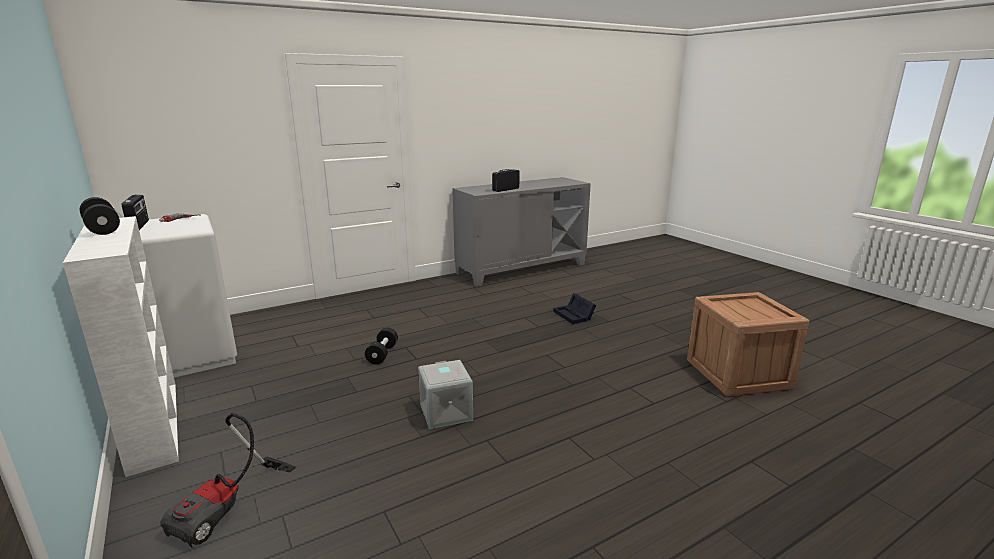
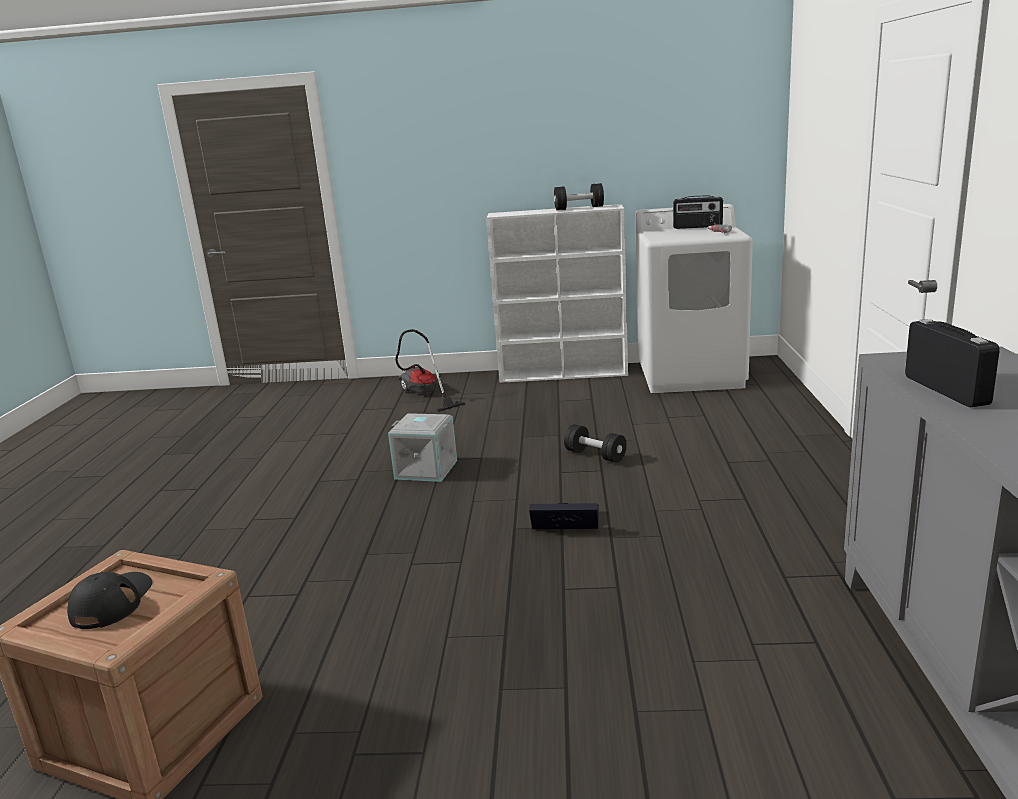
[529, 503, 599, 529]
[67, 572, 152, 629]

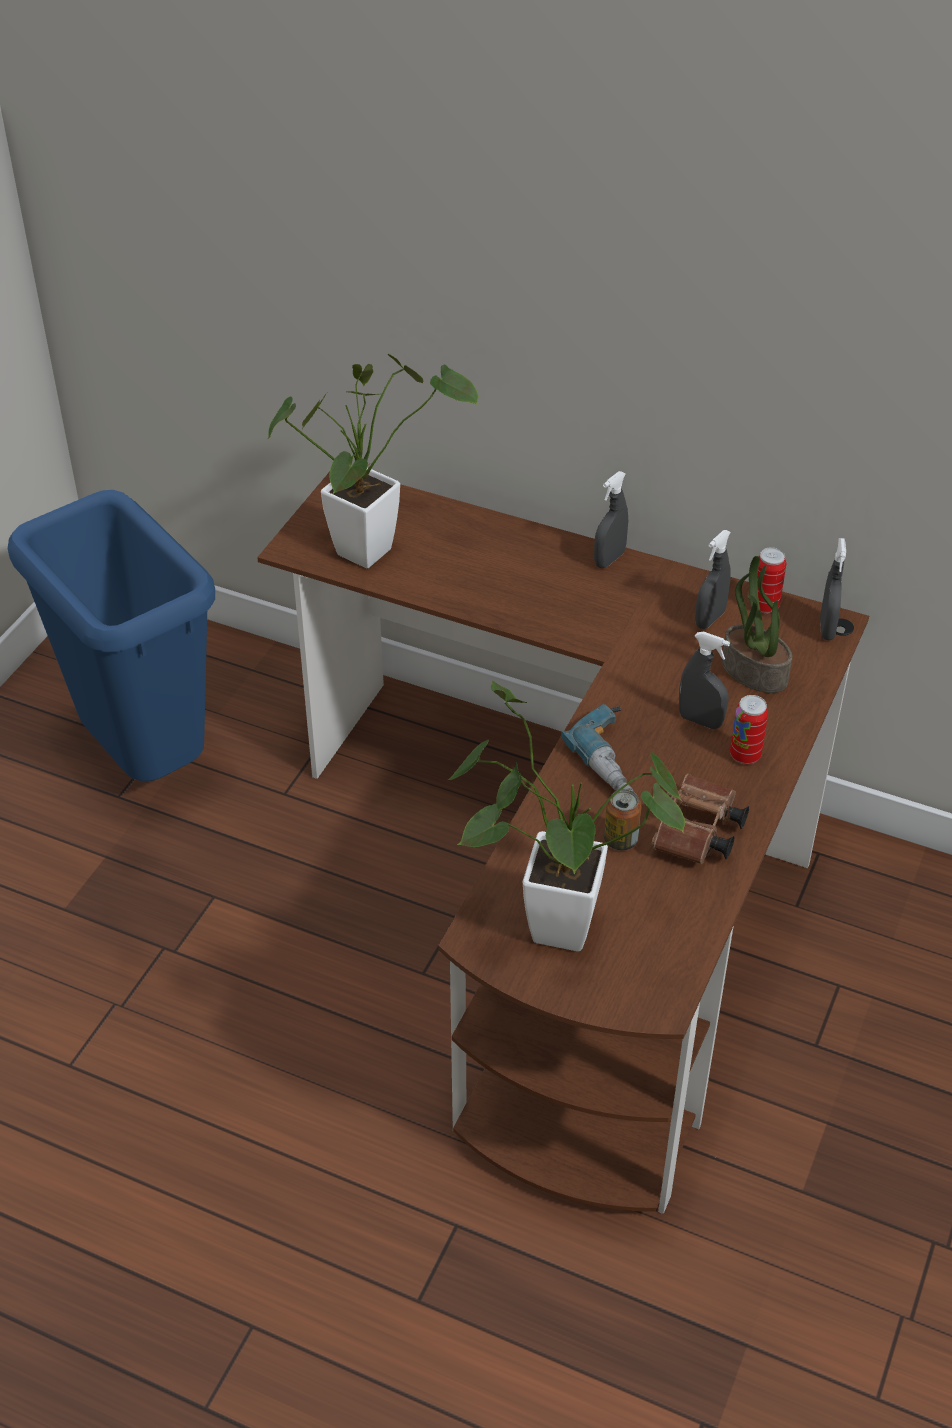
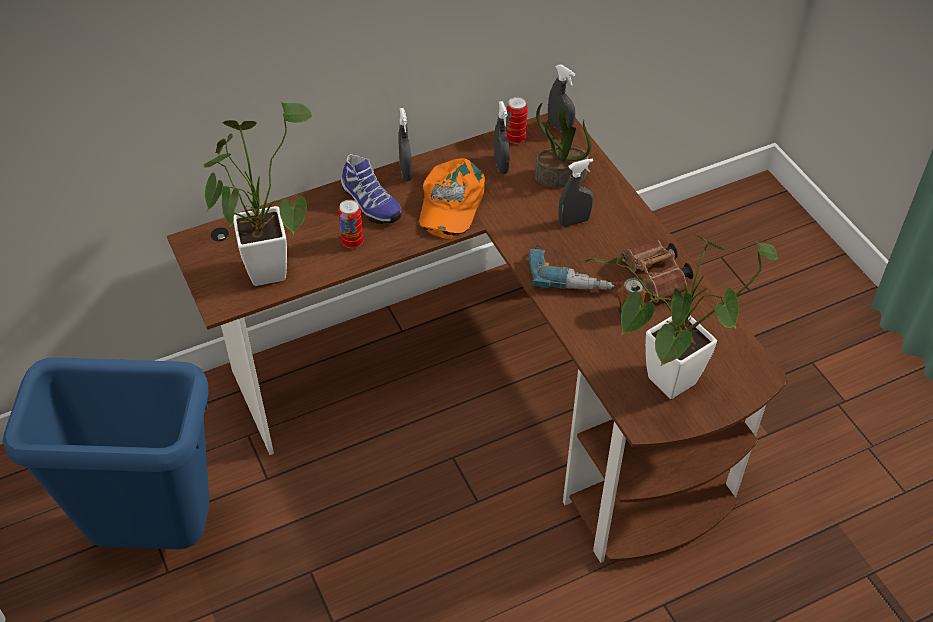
[338, 200, 364, 248]
[341, 154, 402, 224]
[419, 158, 485, 239]

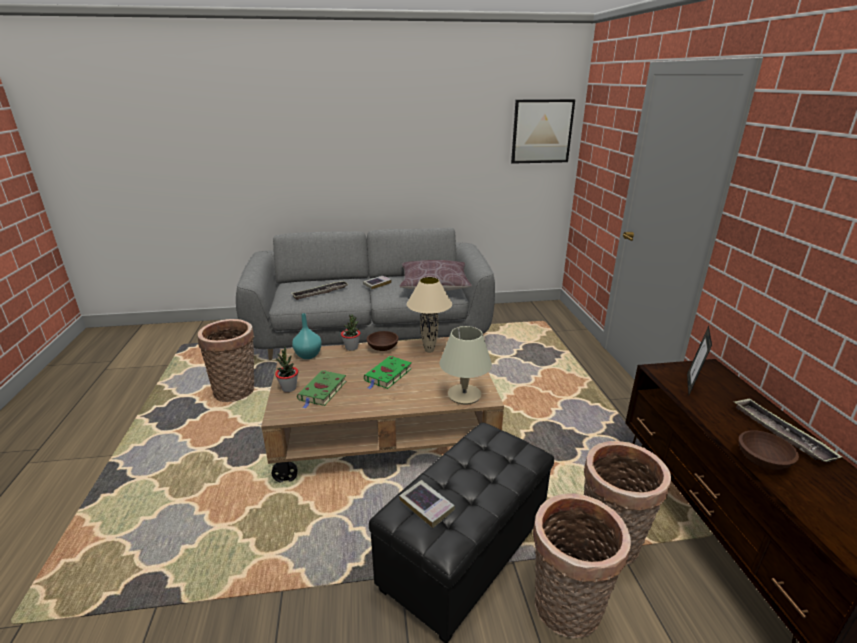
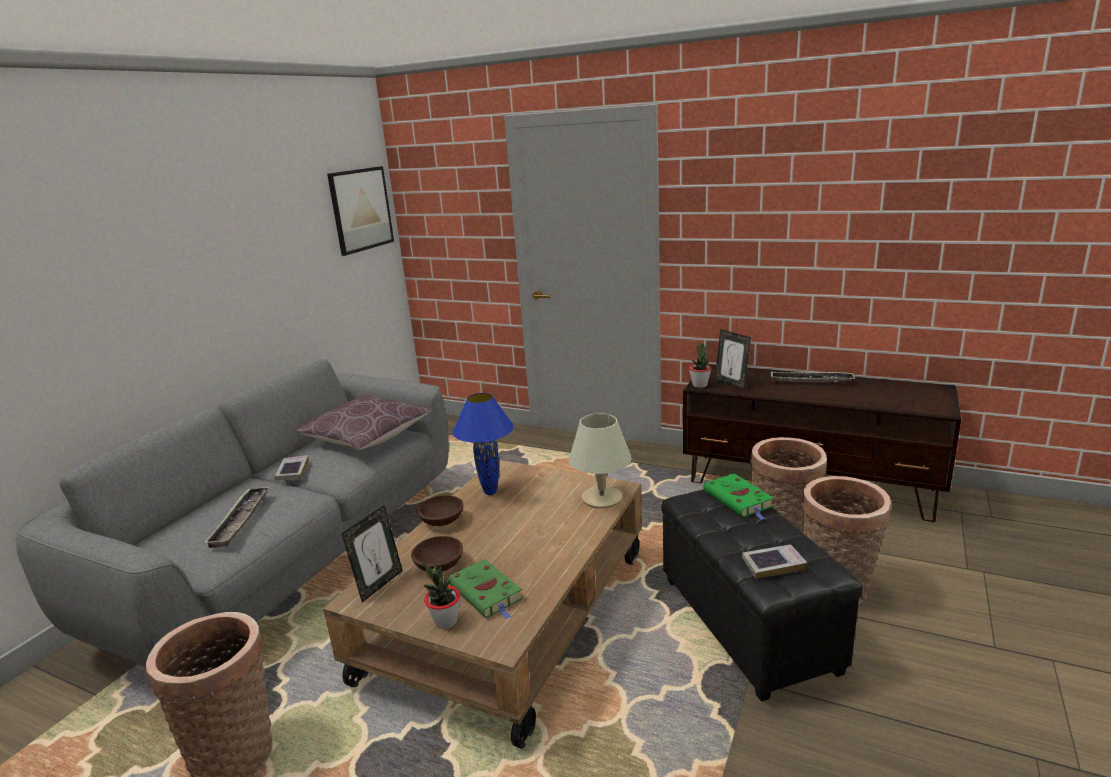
[452, 393, 514, 495]
[341, 505, 403, 603]
[689, 342, 712, 388]
[703, 473, 774, 520]
[411, 536, 463, 572]

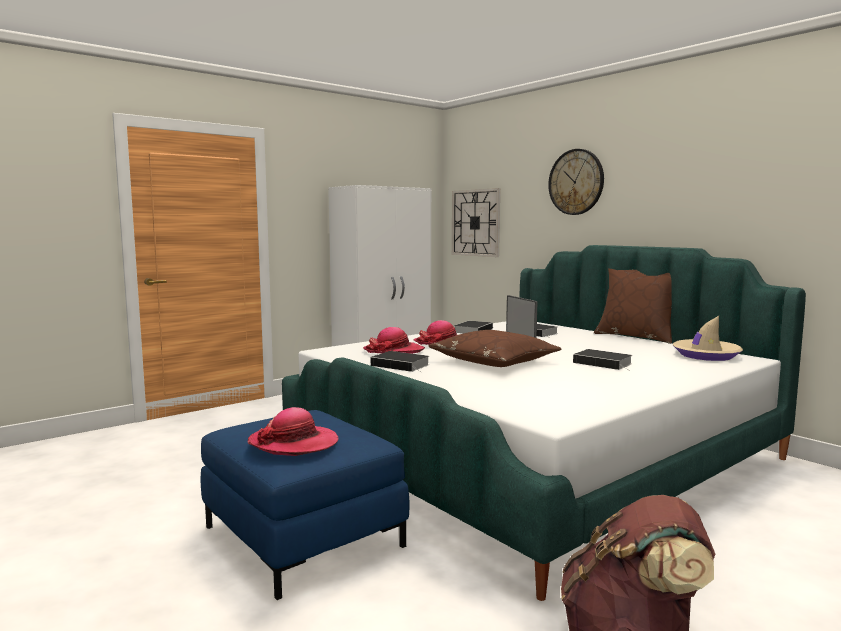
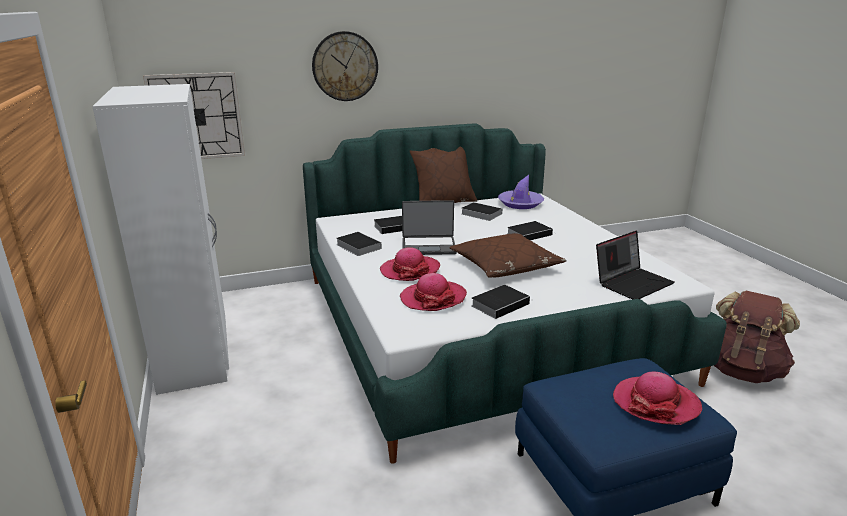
[498, 175, 544, 209]
[462, 202, 502, 221]
[596, 230, 675, 299]

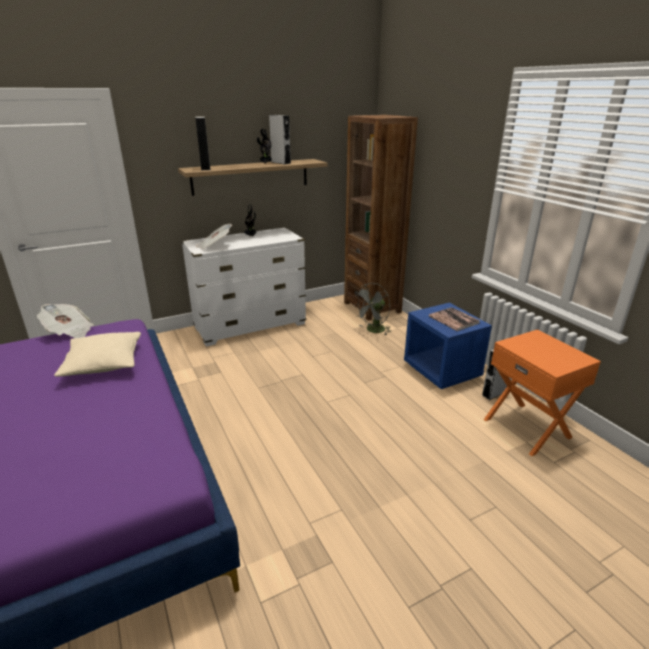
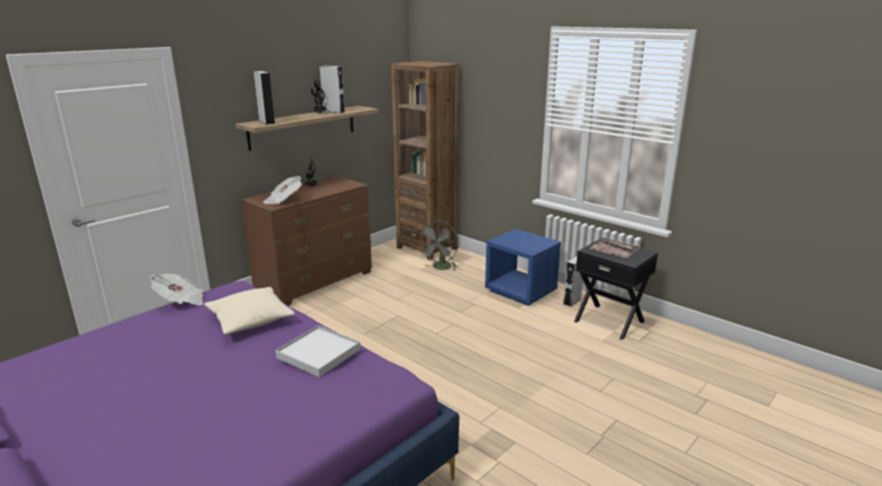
[241, 176, 372, 306]
[590, 238, 639, 259]
[574, 237, 658, 340]
[276, 325, 361, 377]

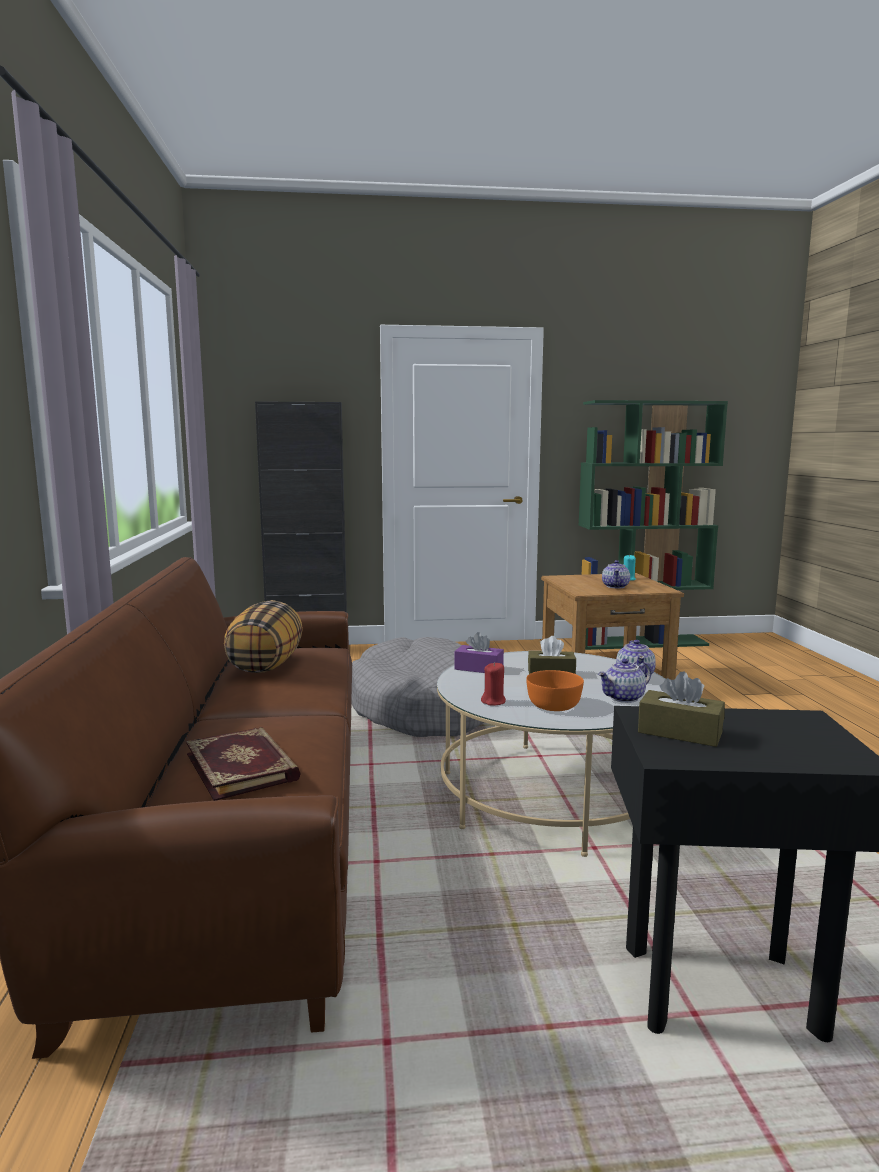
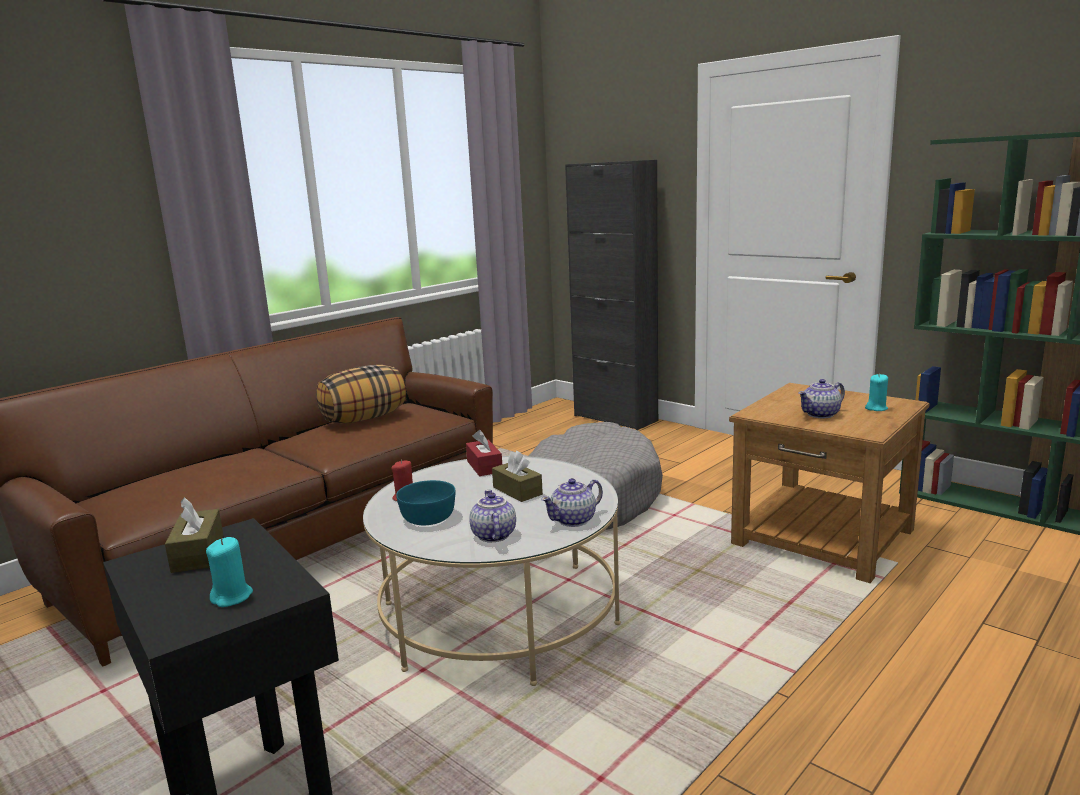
[466, 430, 502, 476]
[469, 490, 516, 542]
[396, 480, 455, 525]
[186, 727, 301, 801] (first image)
[206, 537, 253, 607]

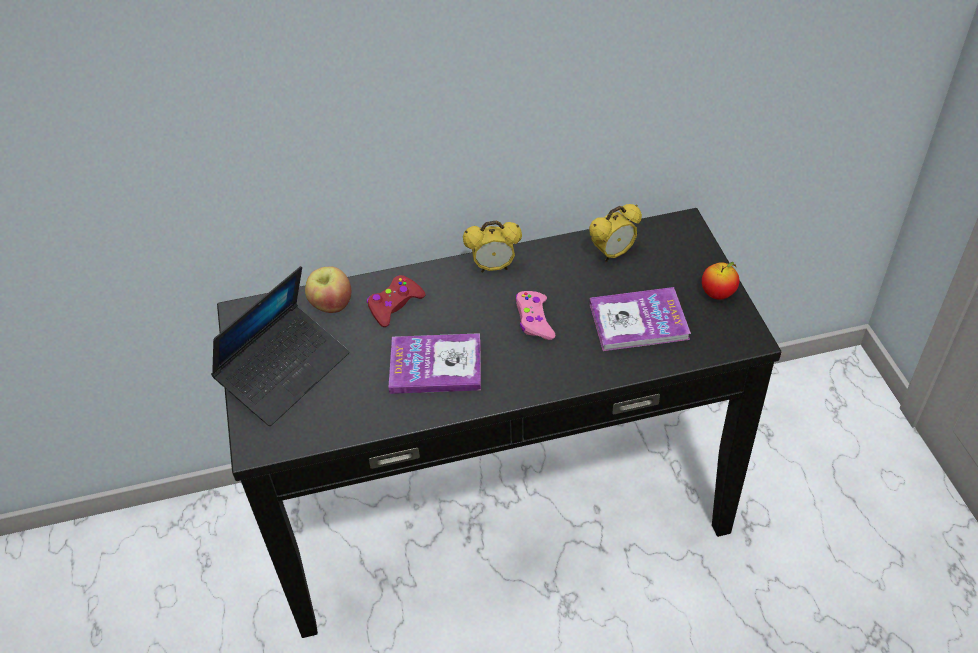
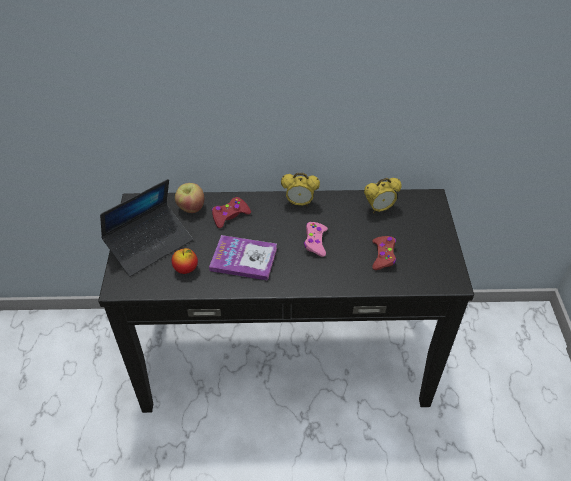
[172, 248, 198, 274]
[372, 236, 396, 270]

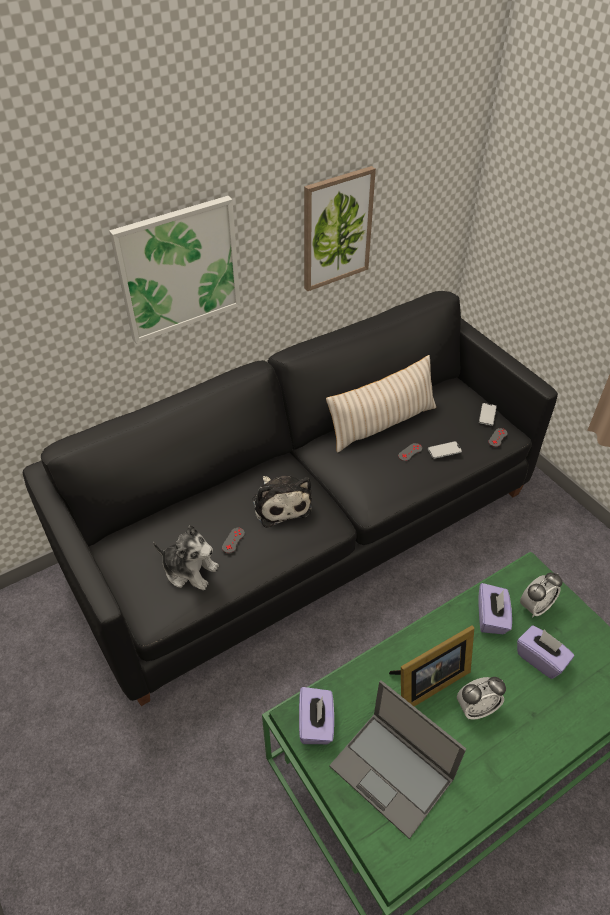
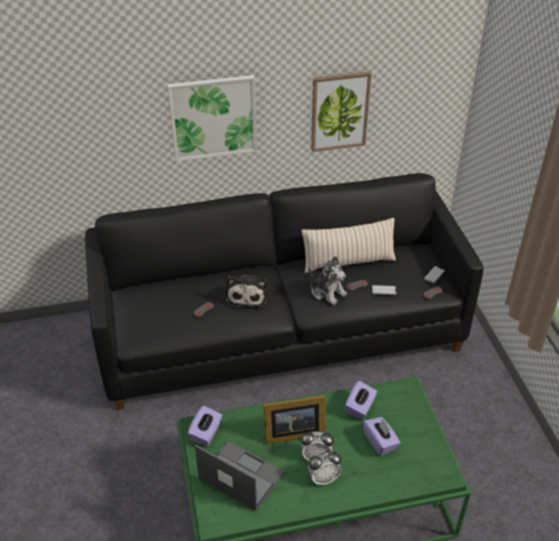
[308, 256, 347, 305]
[308, 452, 341, 485]
[195, 441, 285, 511]

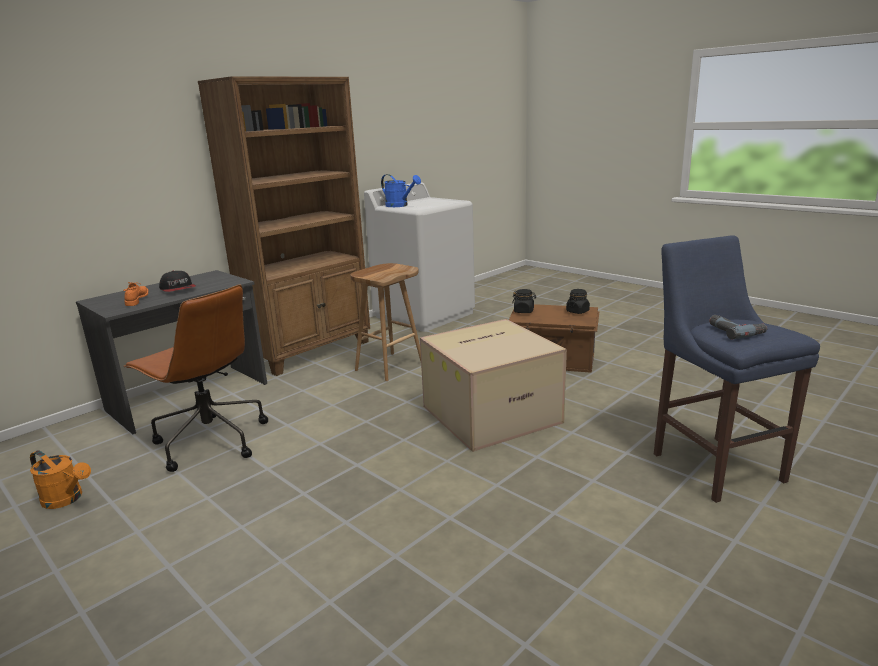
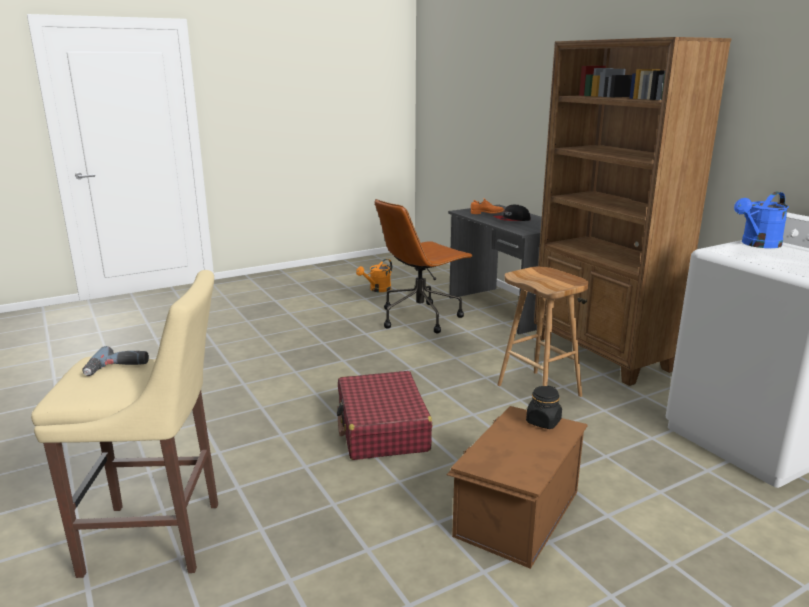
[31, 270, 218, 578]
[566, 289, 590, 314] (first image)
[337, 371, 432, 460]

